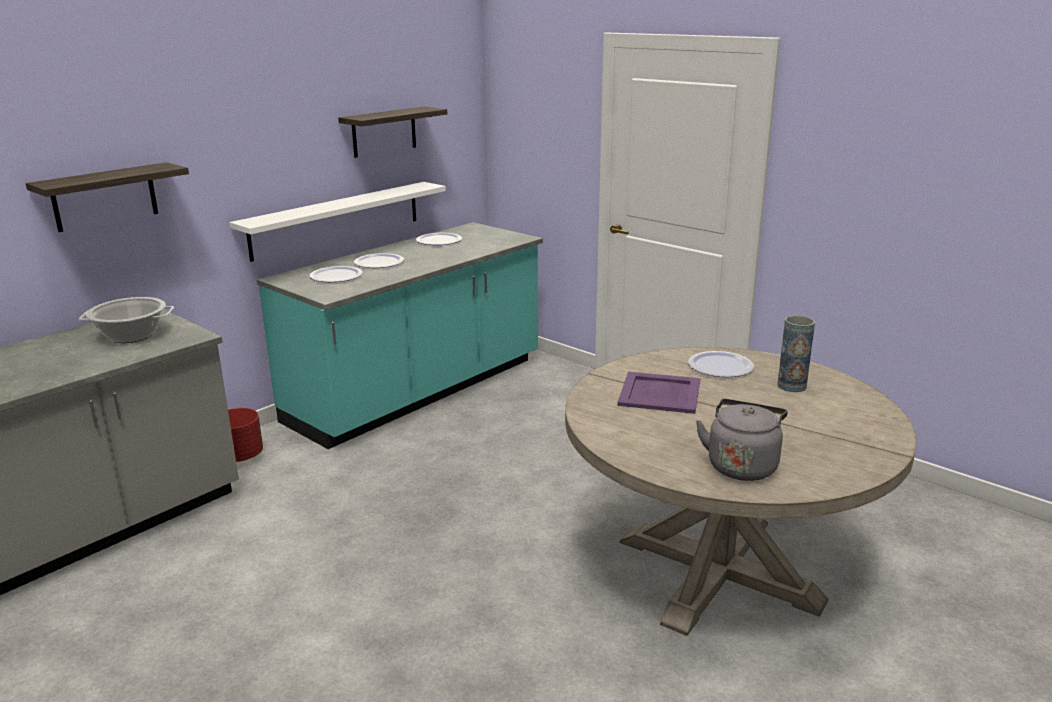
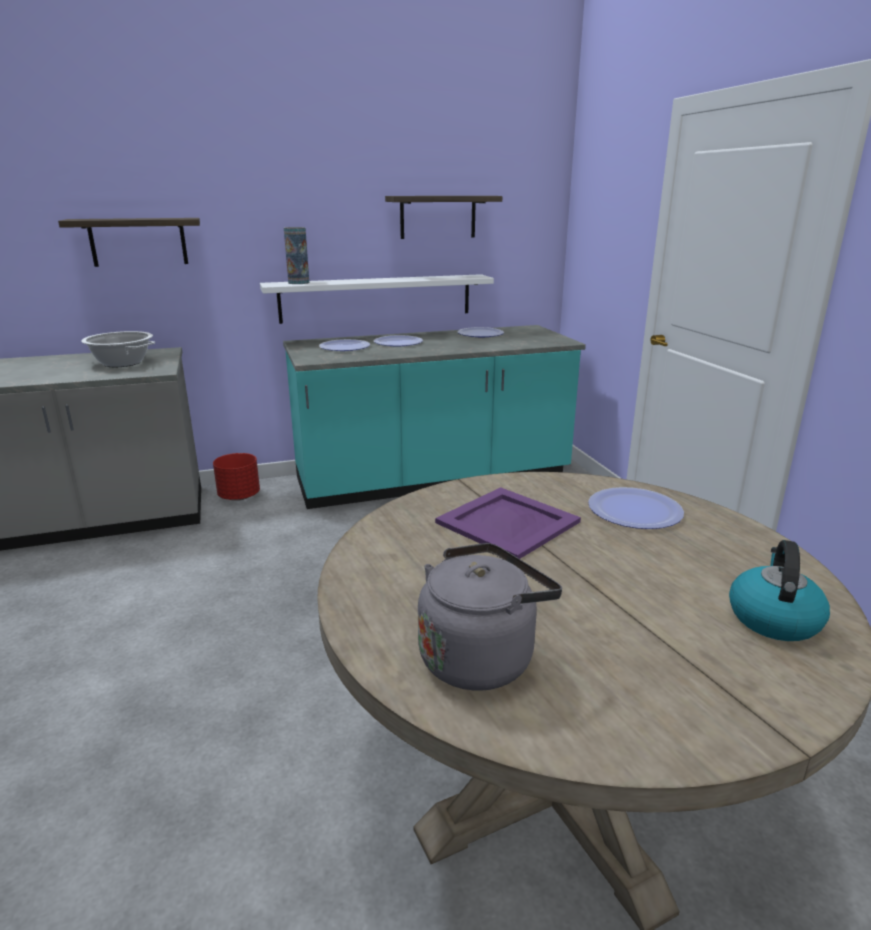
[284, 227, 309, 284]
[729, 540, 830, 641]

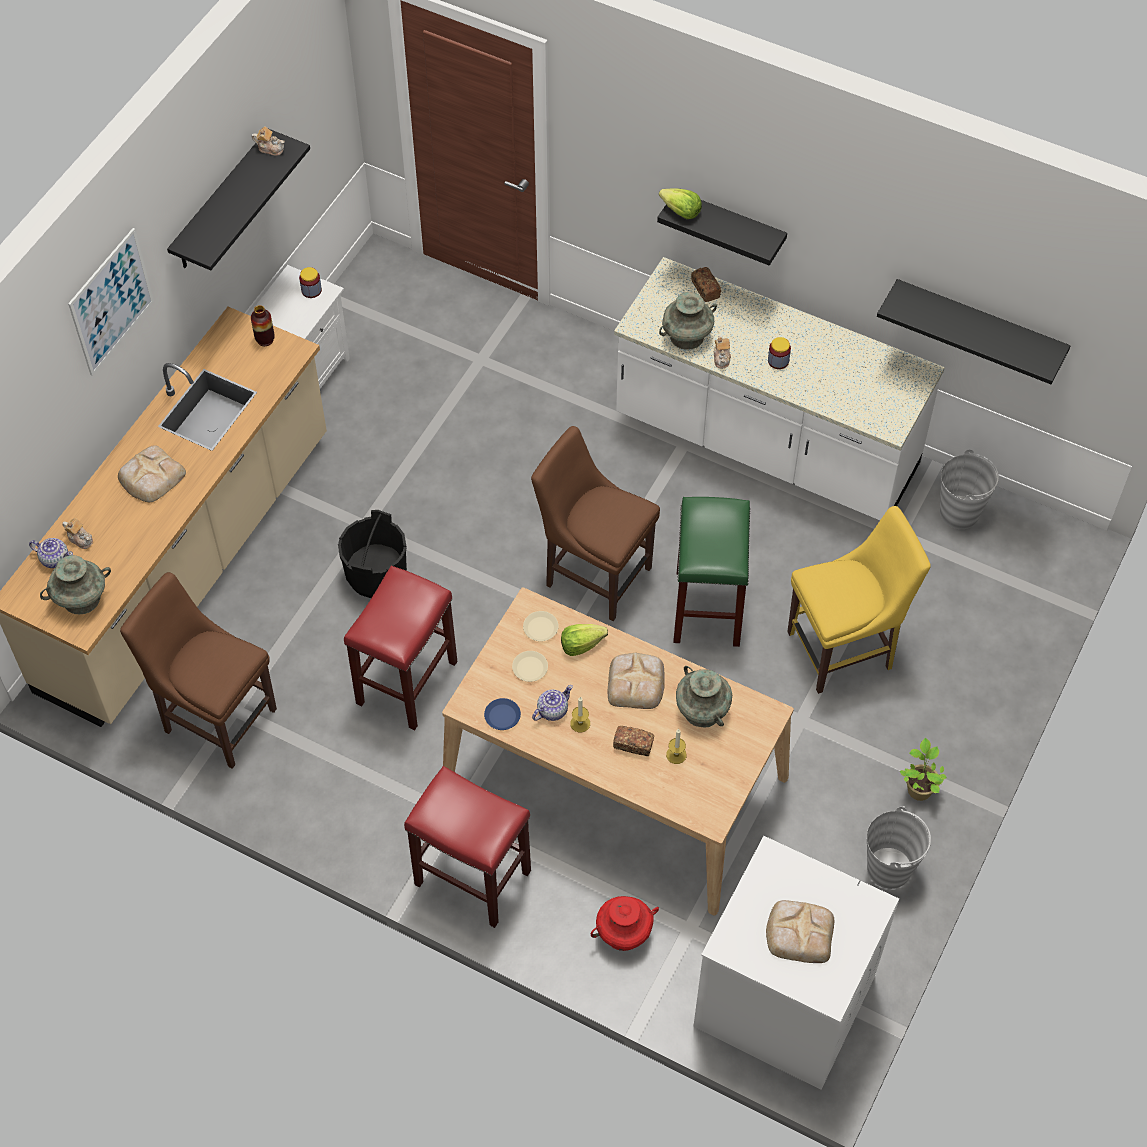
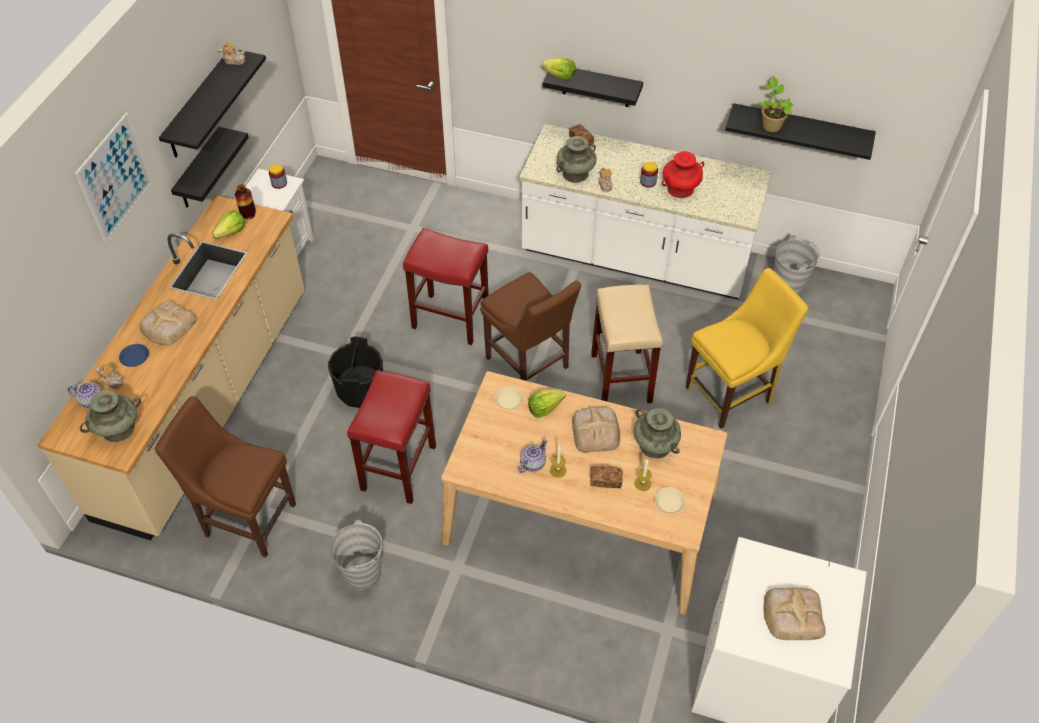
[480, 272, 581, 381]
[591, 285, 663, 403]
[654, 487, 686, 514]
[119, 344, 149, 367]
[758, 76, 794, 132]
[403, 228, 489, 345]
[330, 519, 382, 590]
[662, 151, 704, 198]
[171, 127, 249, 207]
[212, 210, 245, 238]

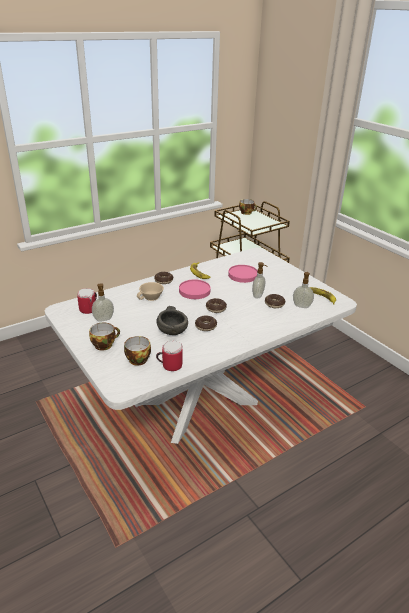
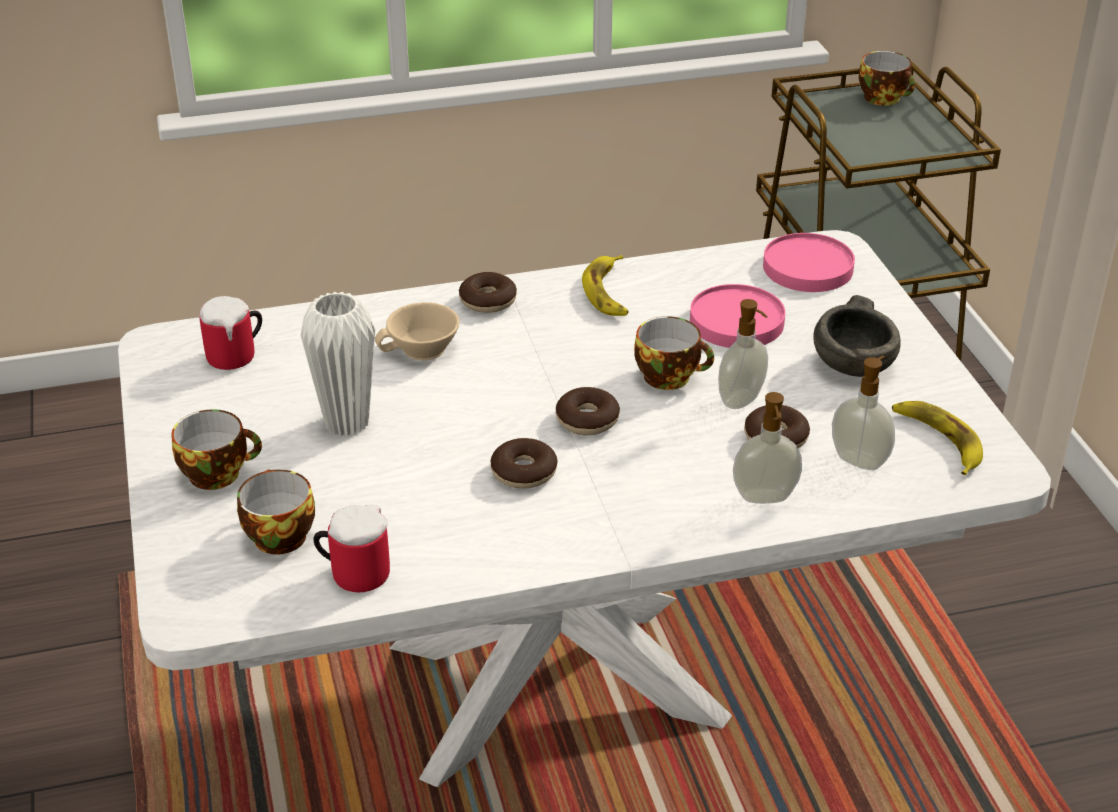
[763, 233, 855, 292]
[733, 392, 802, 504]
[813, 295, 901, 377]
[301, 292, 375, 436]
[634, 316, 714, 390]

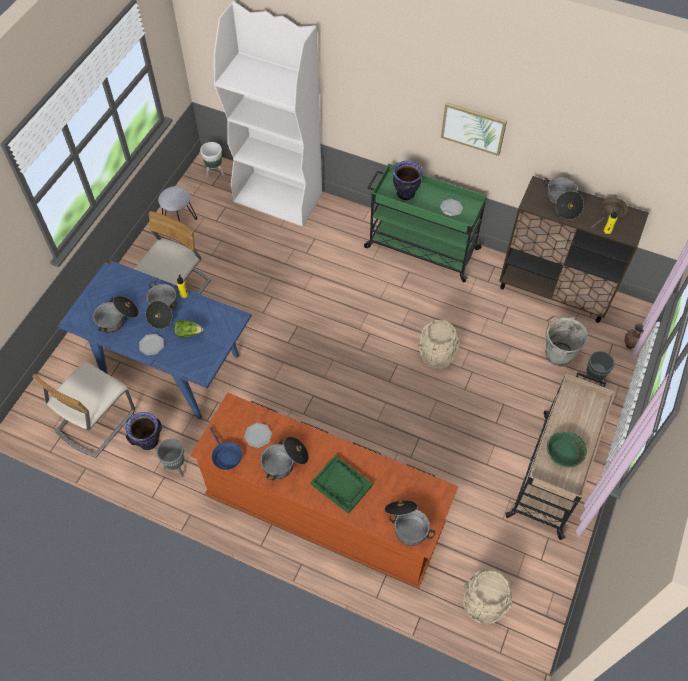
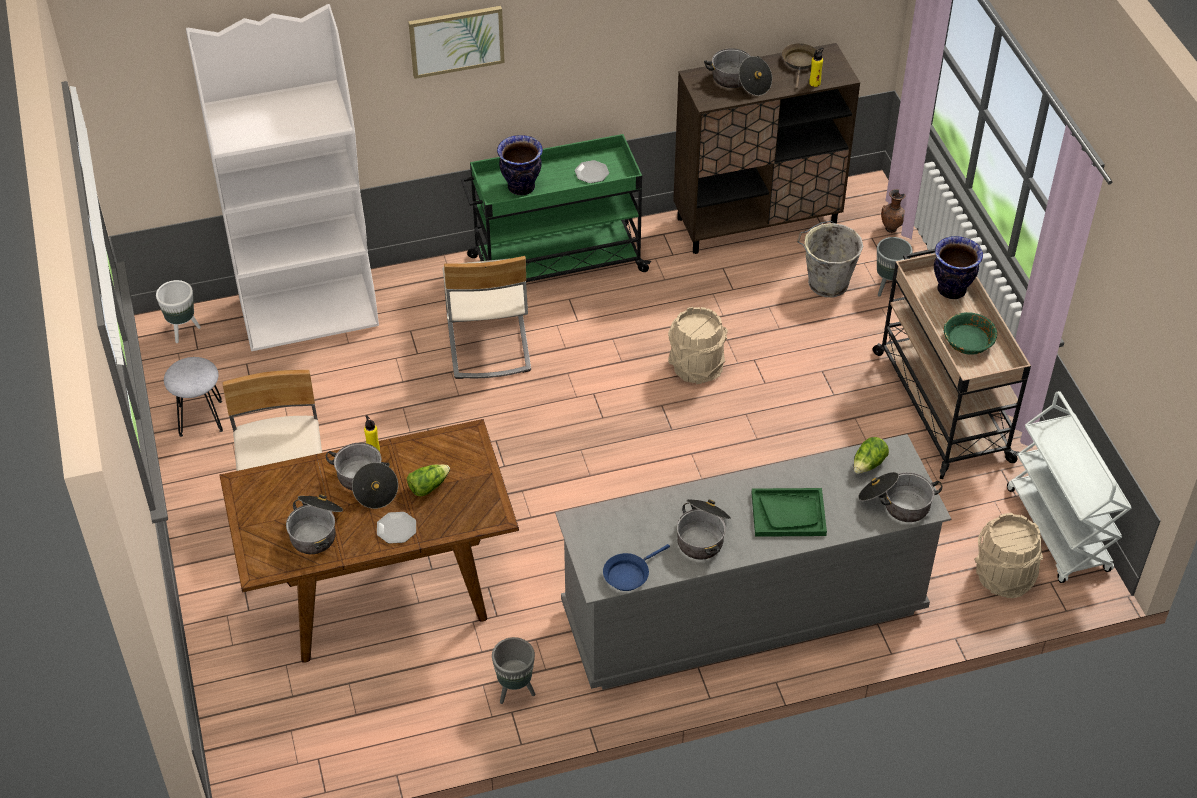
[408, 6, 505, 79]
[219, 419, 519, 662]
[442, 256, 531, 379]
[555, 434, 951, 690]
[934, 236, 983, 299]
[244, 423, 272, 448] (first image)
[603, 544, 670, 591]
[1007, 391, 1132, 583]
[854, 437, 889, 474]

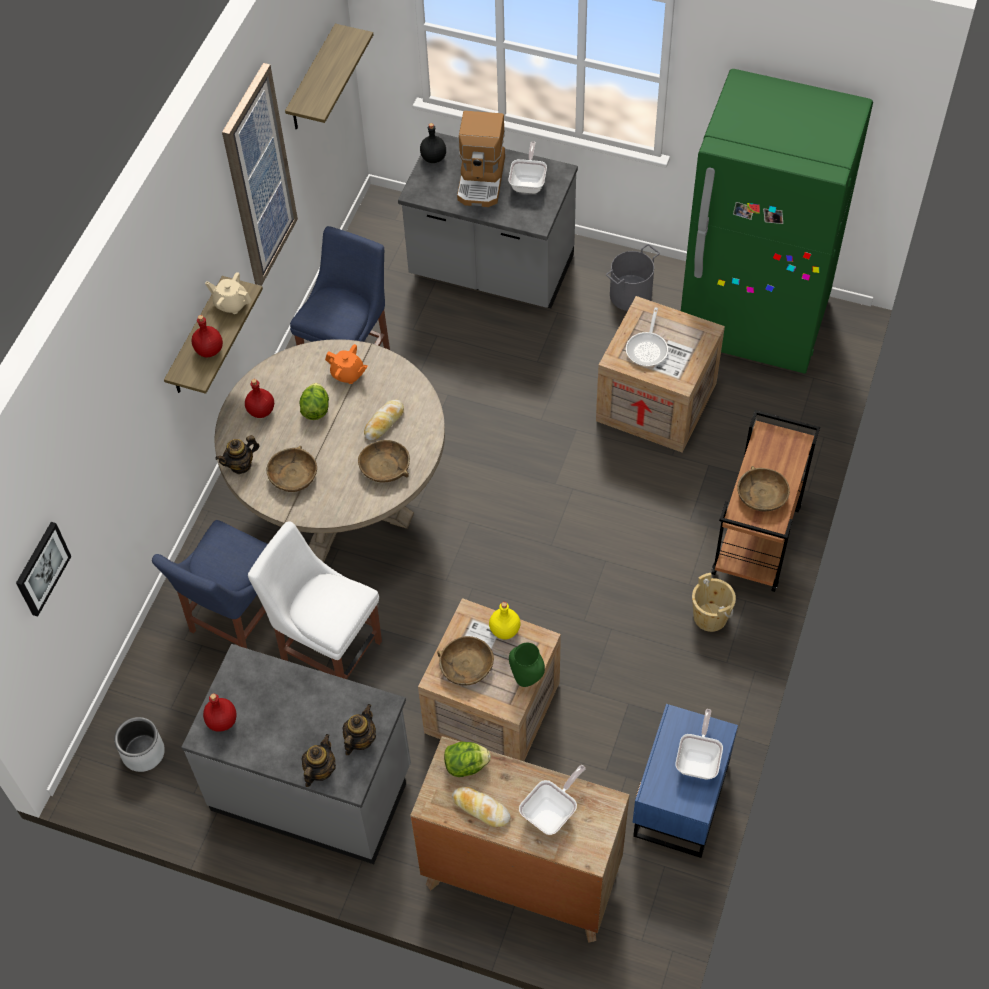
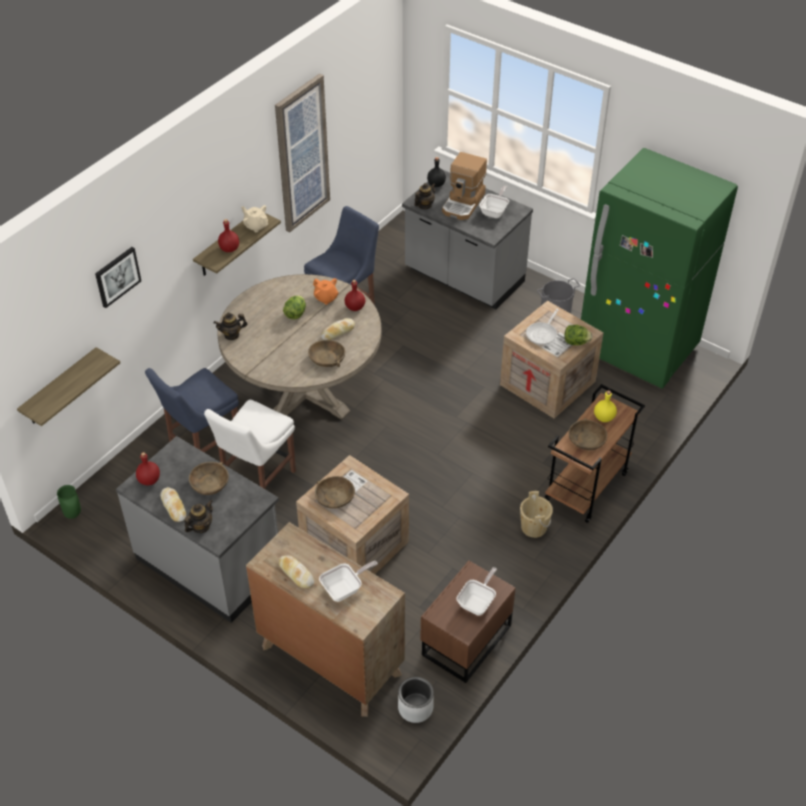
[17, 347, 120, 426]
[345, 280, 365, 311]
[189, 462, 229, 495]
[204, 400, 296, 489]
[95, 247, 141, 308]
[594, 390, 617, 422]
[57, 485, 81, 519]
[414, 183, 436, 209]
[420, 561, 516, 683]
[398, 677, 434, 723]
[565, 325, 592, 345]
[160, 487, 186, 522]

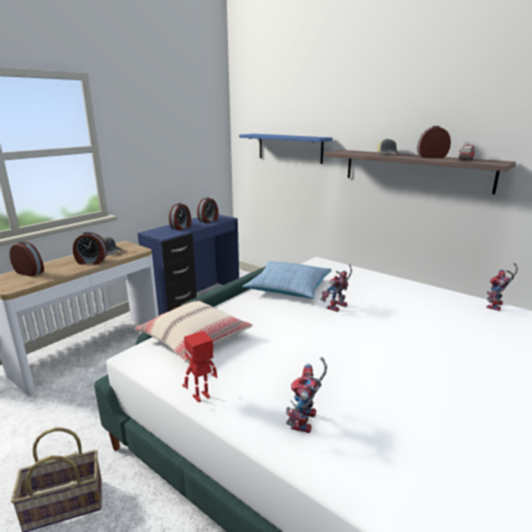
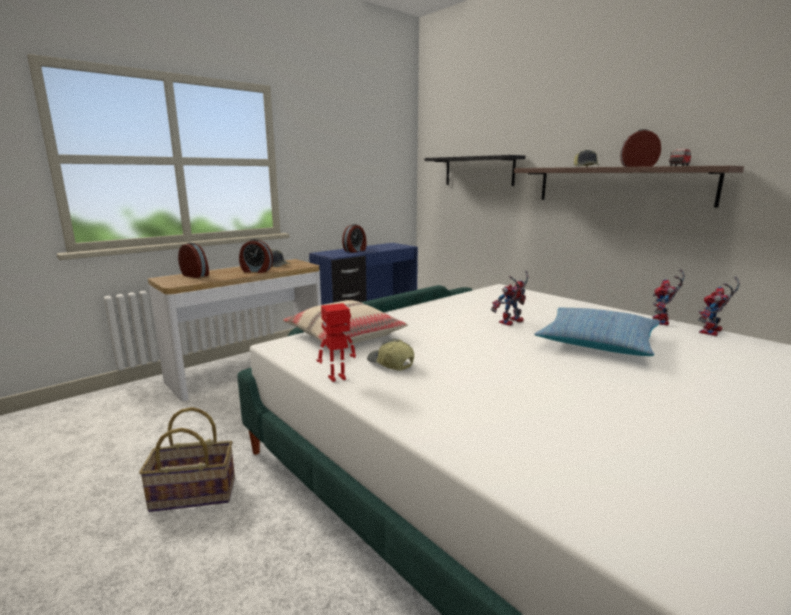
[424, 155, 525, 186]
[197, 197, 218, 223] (first image)
[534, 307, 660, 356]
[652, 269, 685, 325]
[367, 339, 414, 371]

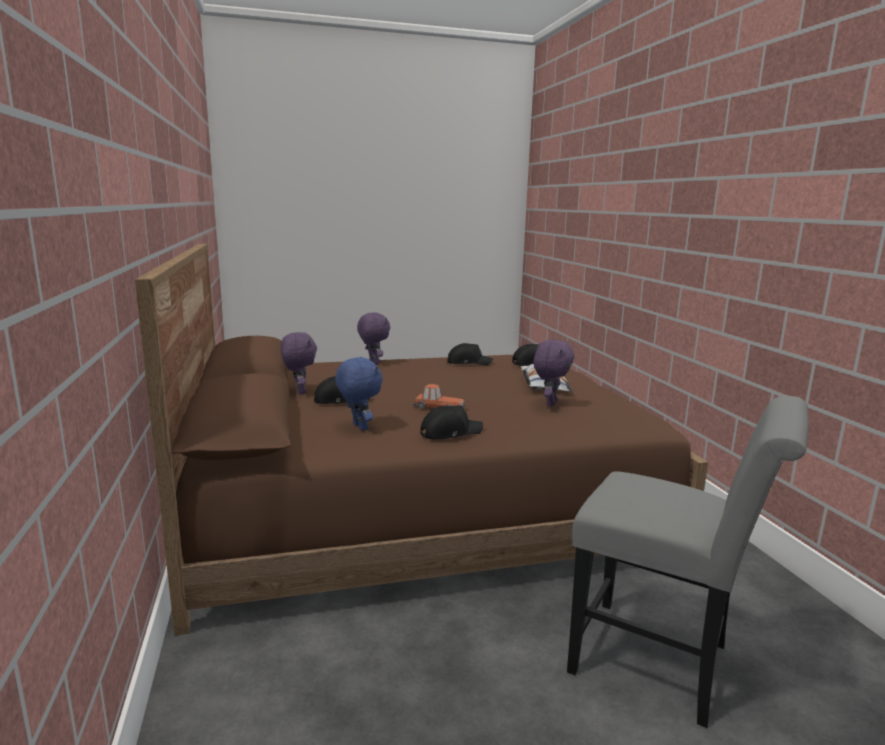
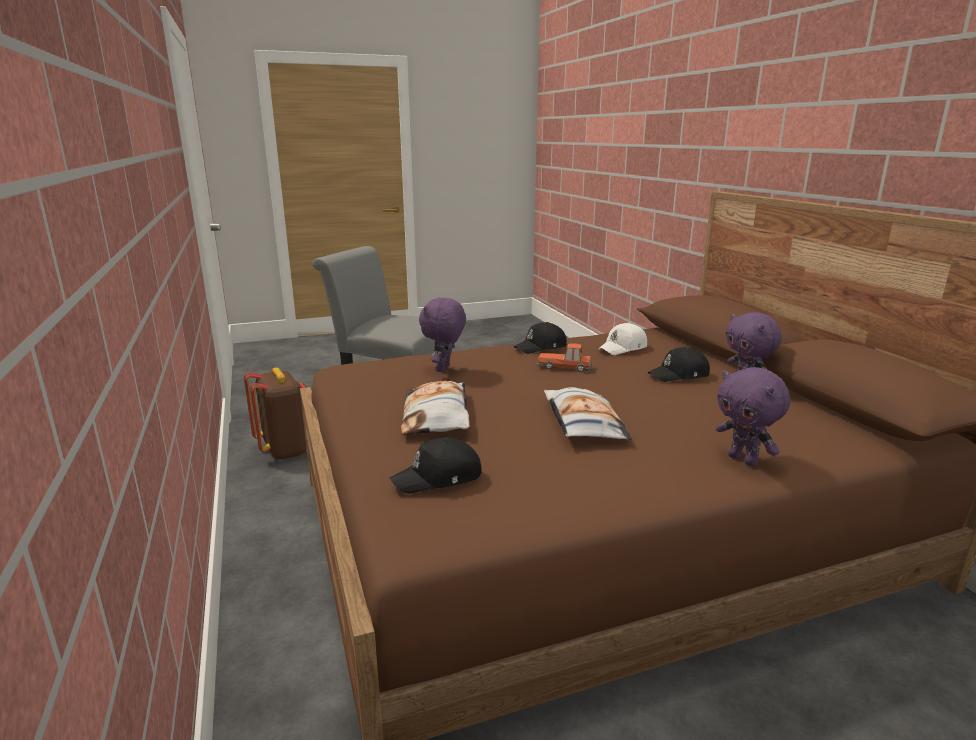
[447, 343, 493, 365] (first image)
[598, 323, 647, 355]
[244, 367, 307, 460]
[544, 387, 632, 440]

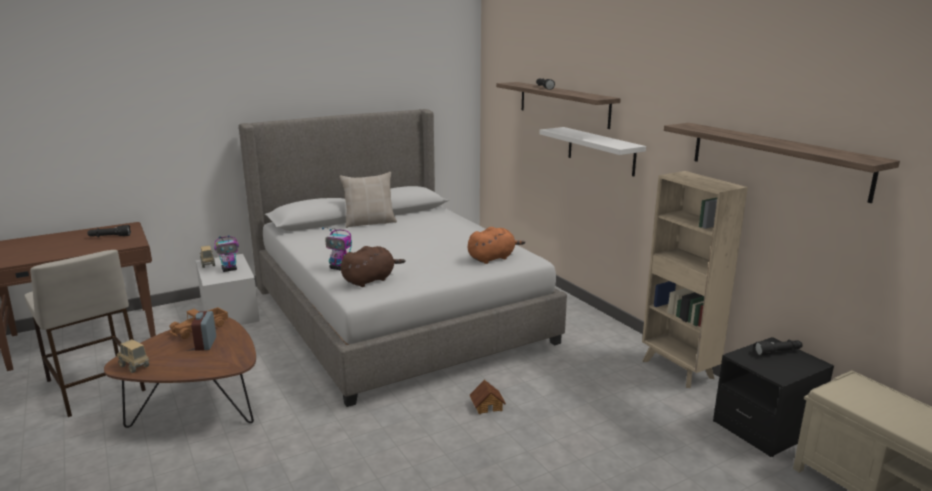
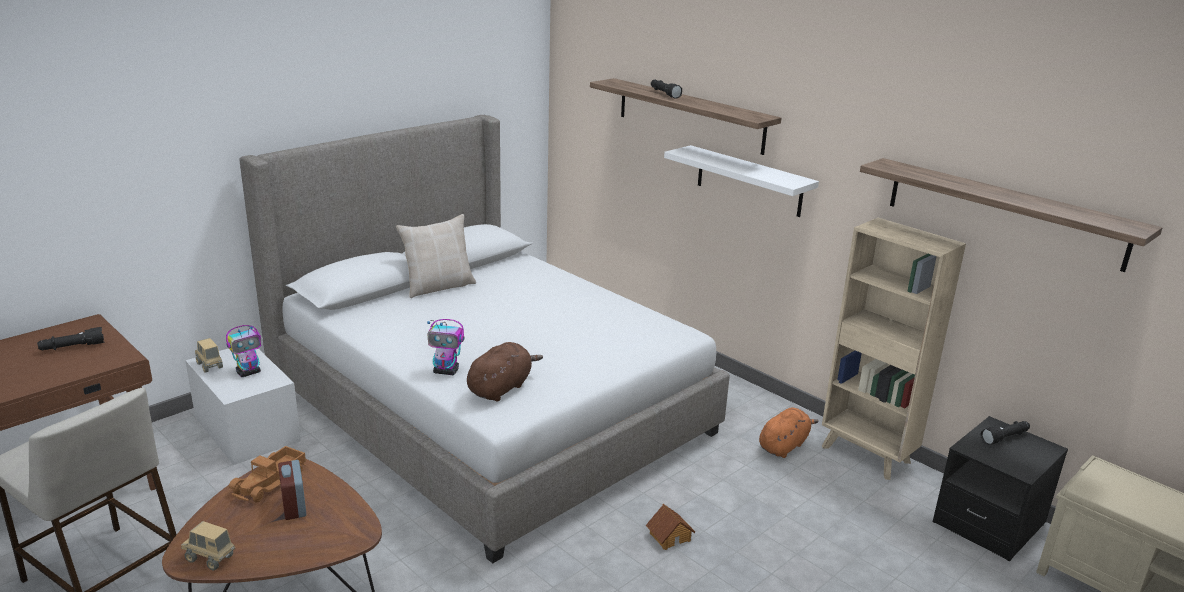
[759, 408, 819, 458]

